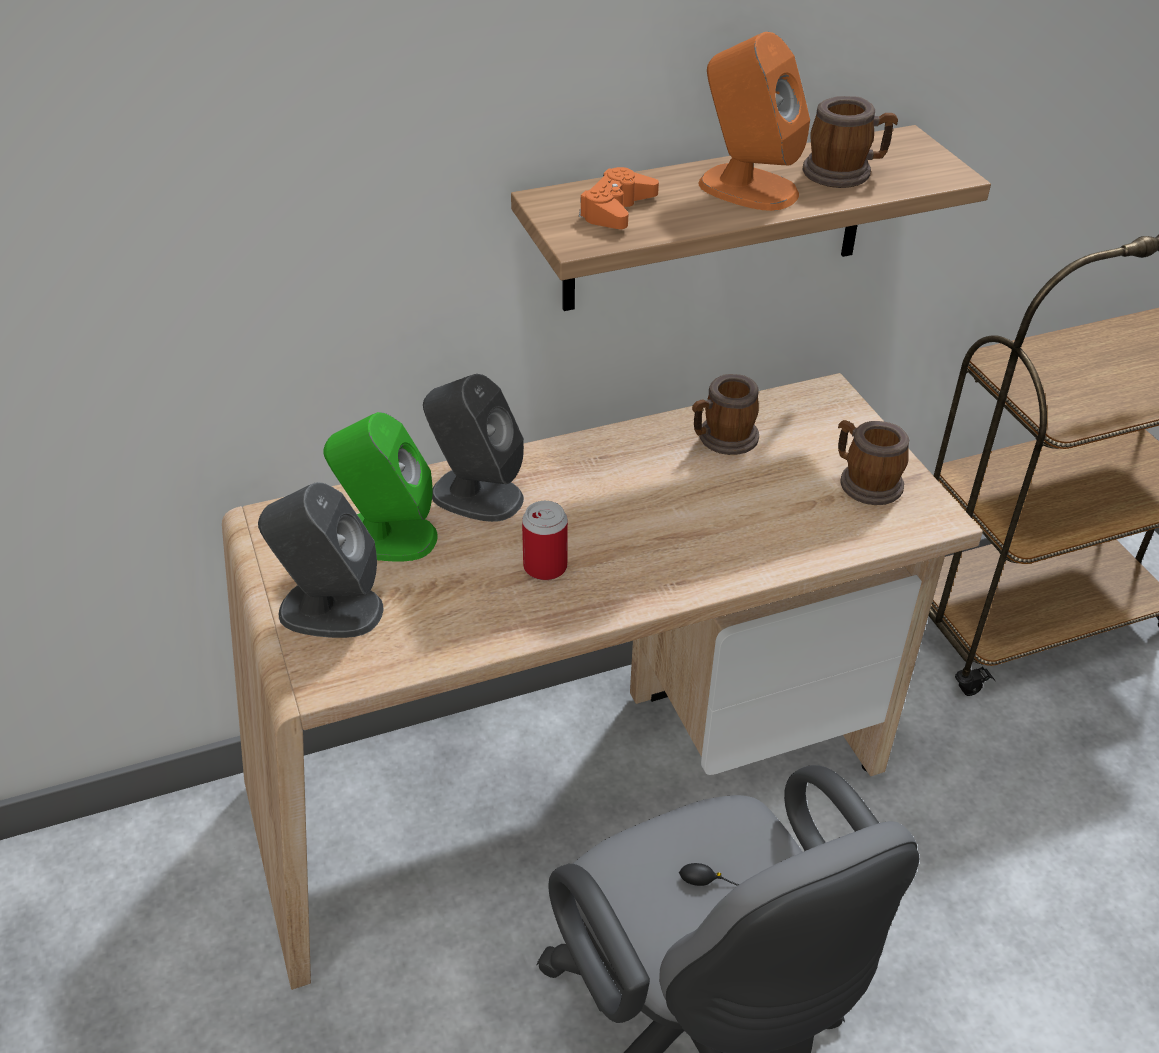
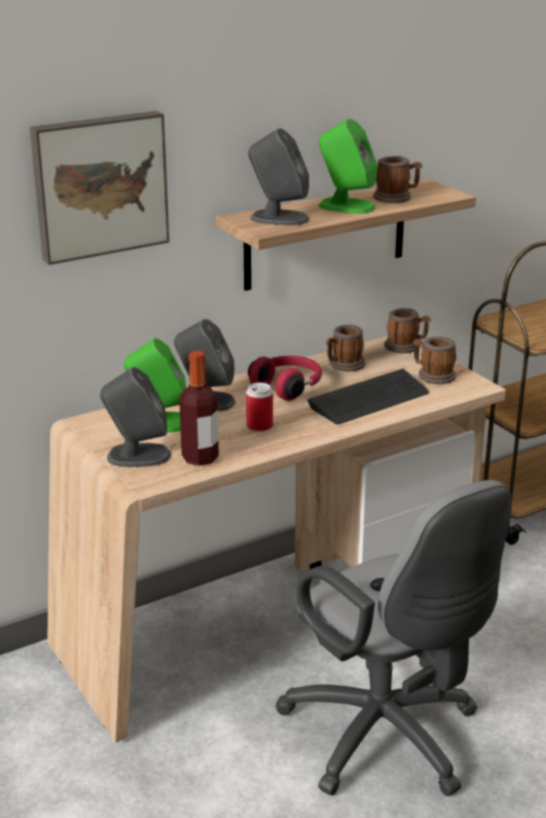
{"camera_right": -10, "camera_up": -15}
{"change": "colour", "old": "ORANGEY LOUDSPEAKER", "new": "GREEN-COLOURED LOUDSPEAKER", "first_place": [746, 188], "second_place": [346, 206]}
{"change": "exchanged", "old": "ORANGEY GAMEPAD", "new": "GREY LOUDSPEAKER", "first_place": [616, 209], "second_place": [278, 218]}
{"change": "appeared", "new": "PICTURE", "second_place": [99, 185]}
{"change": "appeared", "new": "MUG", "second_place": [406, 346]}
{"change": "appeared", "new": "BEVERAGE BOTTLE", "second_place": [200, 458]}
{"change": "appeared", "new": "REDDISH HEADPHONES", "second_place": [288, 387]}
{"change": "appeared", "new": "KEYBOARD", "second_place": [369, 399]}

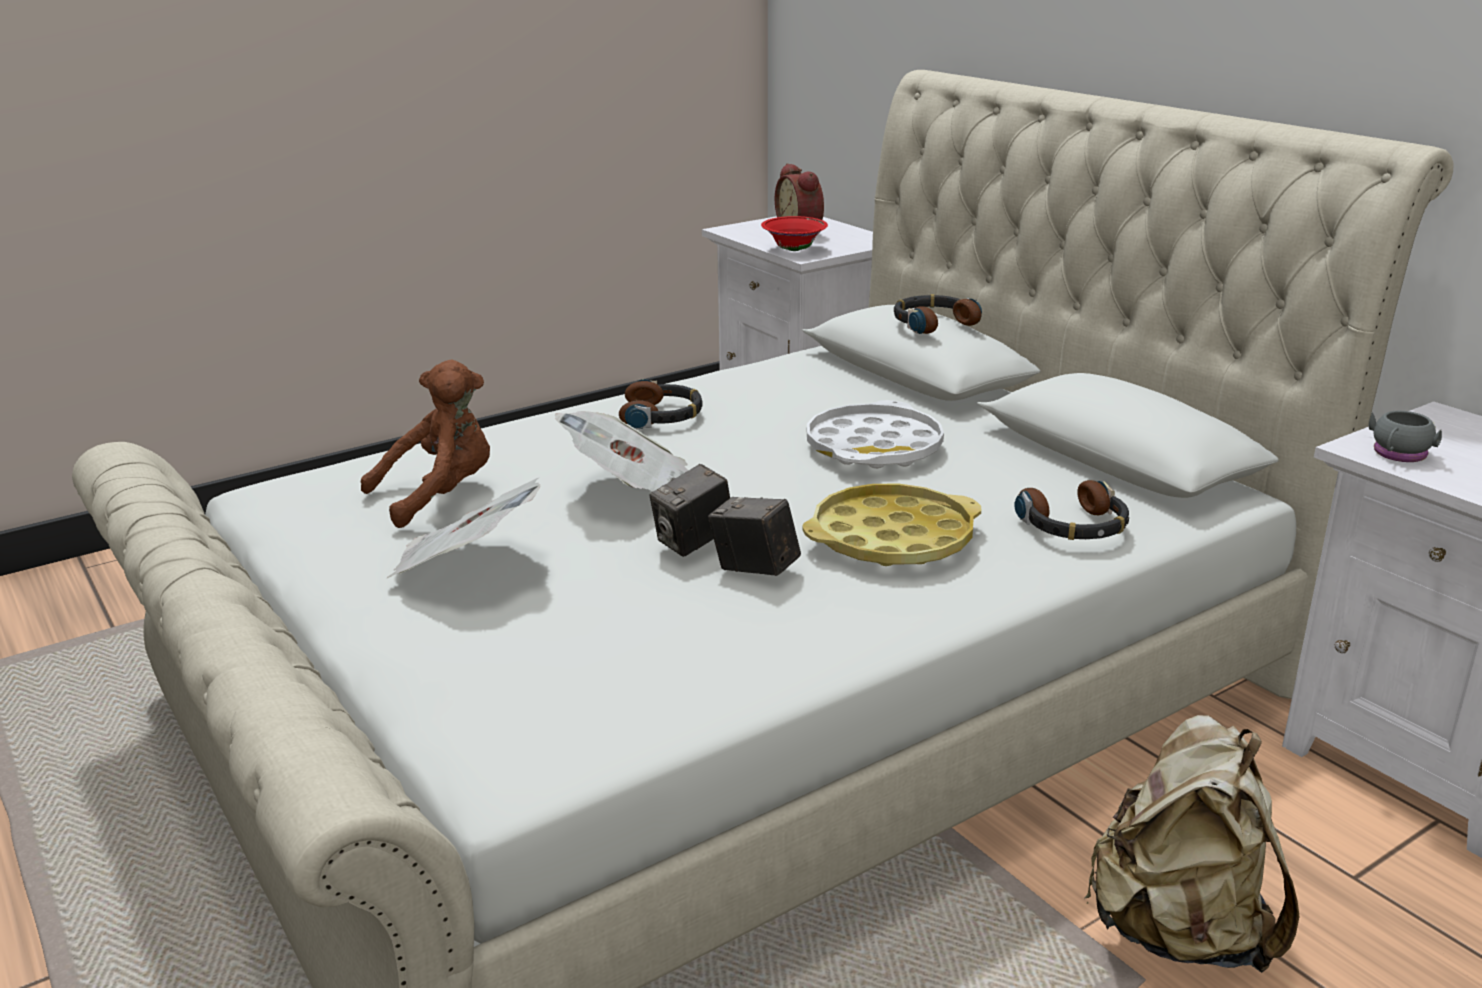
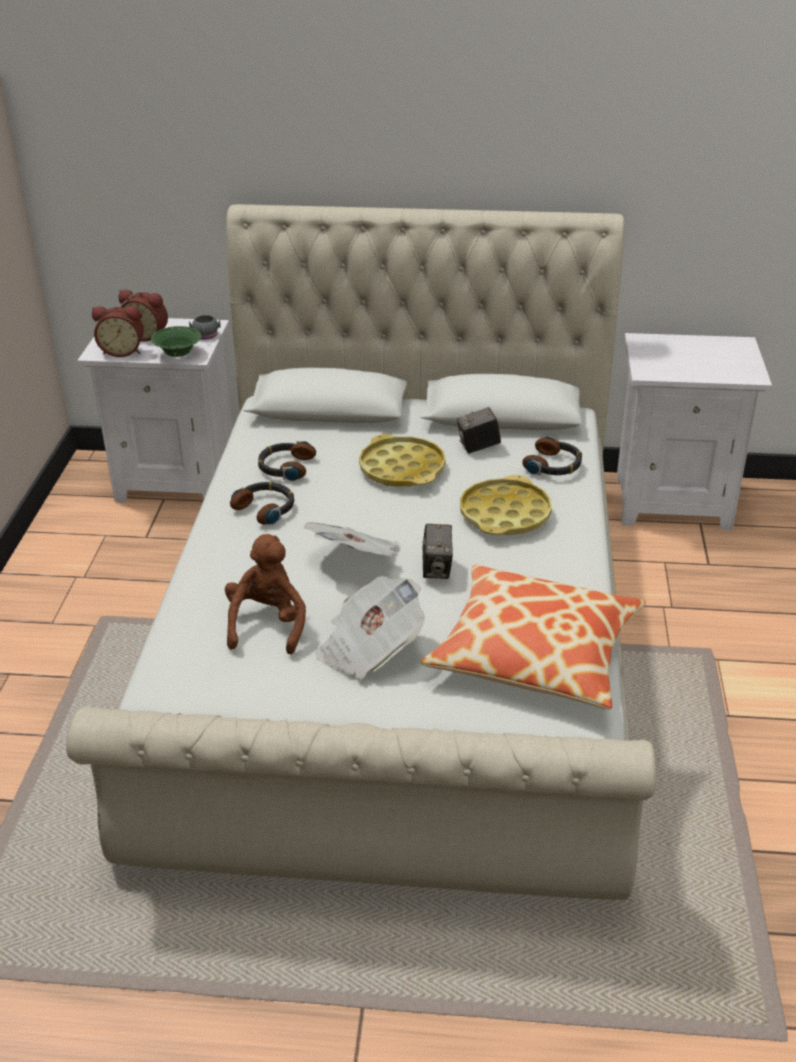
{"camera_right": -50, "camera_up": 10}
{"change": "colour", "old": "REDDISH SERVING BOWL", "new": "GREEN-COLOURED SERVING BOWL", "first_place": [794, 250], "second_place": [178, 354]}
{"change": "relocated", "old": "HEADPHONES", "first_place": [933, 323], "second_place": [285, 467]}
{"change": "colour", "old": "WHITISH CARRYING TRAY", "new": "YELLOWISH CARRYING TRAY", "first_place": [874, 448], "second_place": [402, 469]}
{"change": "relocated", "old": "GREY MUG", "first_place": [1397, 455], "second_place": [206, 336]}
{"change": "relocated", "old": "PHOTO CAMERA", "first_place": [754, 569], "second_place": [478, 447]}
{"change": "missing", "old": "BEIGE-COLOURED BACKPACK", "first_place": [1179, 930]}
{"change": "appeared", "new": "TABLE CLOCK", "second_place": [122, 351]}
{"change": "appeared", "new": "CUSHION", "second_place": [535, 652]}

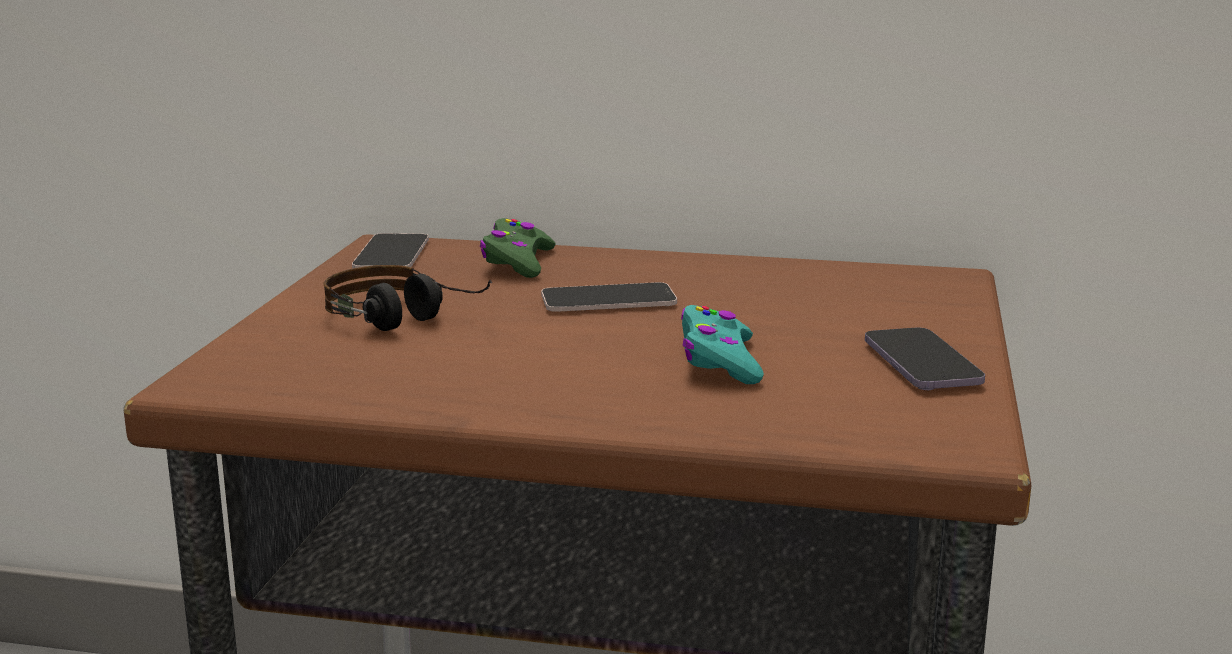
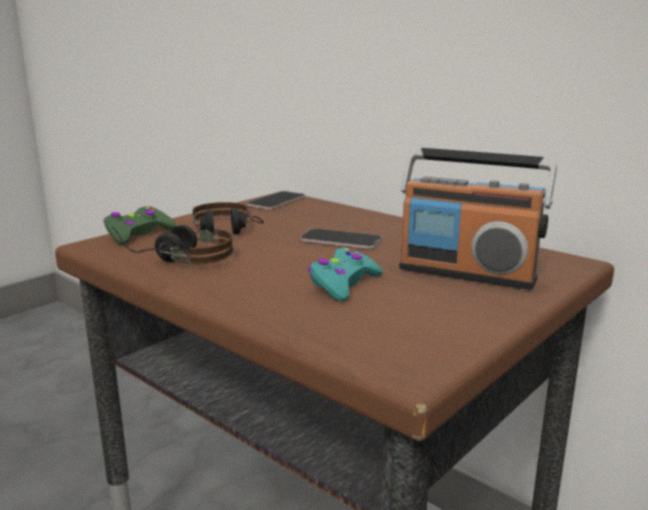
{"camera_right": 30, "camera_up": 0}
{"change": "relocated", "old": "GREEN-COLOURED GAMEPAD", "first_place": [517, 262], "second_place": [138, 234]}
{"change": "missing", "old": "PHONE", "first_place": [921, 364]}
{"change": "appeared", "new": "RADIO RECEIVER", "second_place": [467, 273]}
{"change": "appeared", "new": "HEADPHONES", "second_place": [176, 258]}

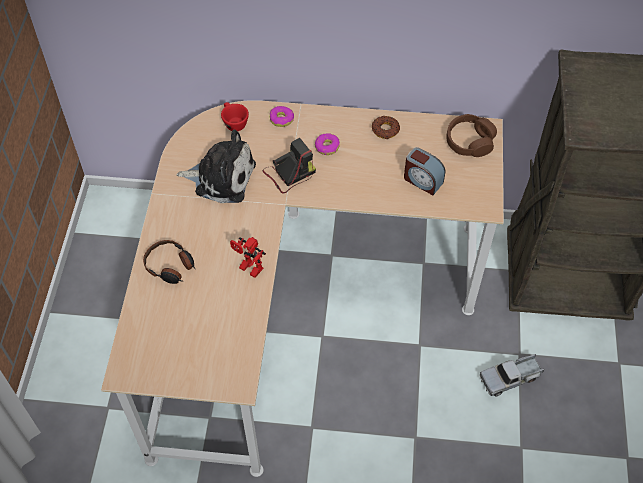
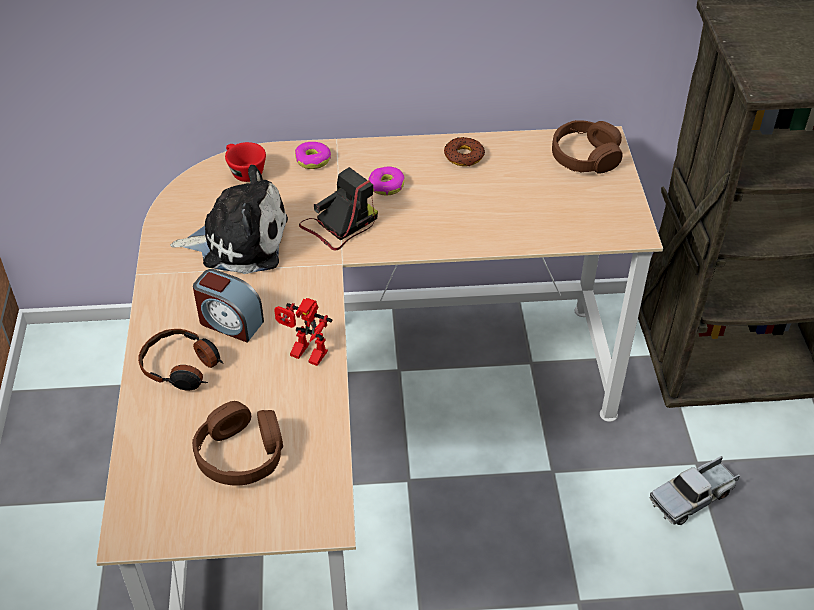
{"camera_right": -10, "camera_up": -10}
{"change": "relocated", "old": "TABLE CLOCK", "first_place": [422, 180], "second_place": [230, 322]}
{"change": "appeared", "new": "BROWN HEADPHONES", "second_place": [241, 454]}

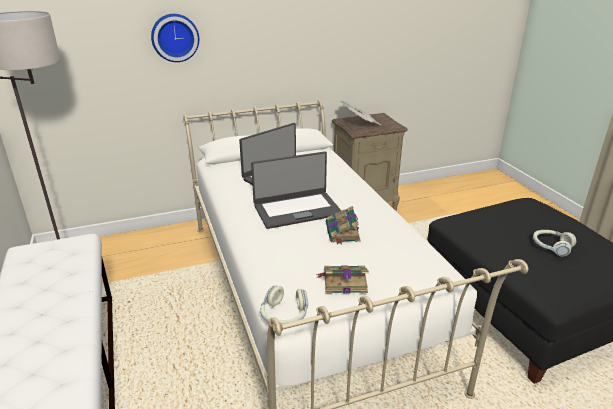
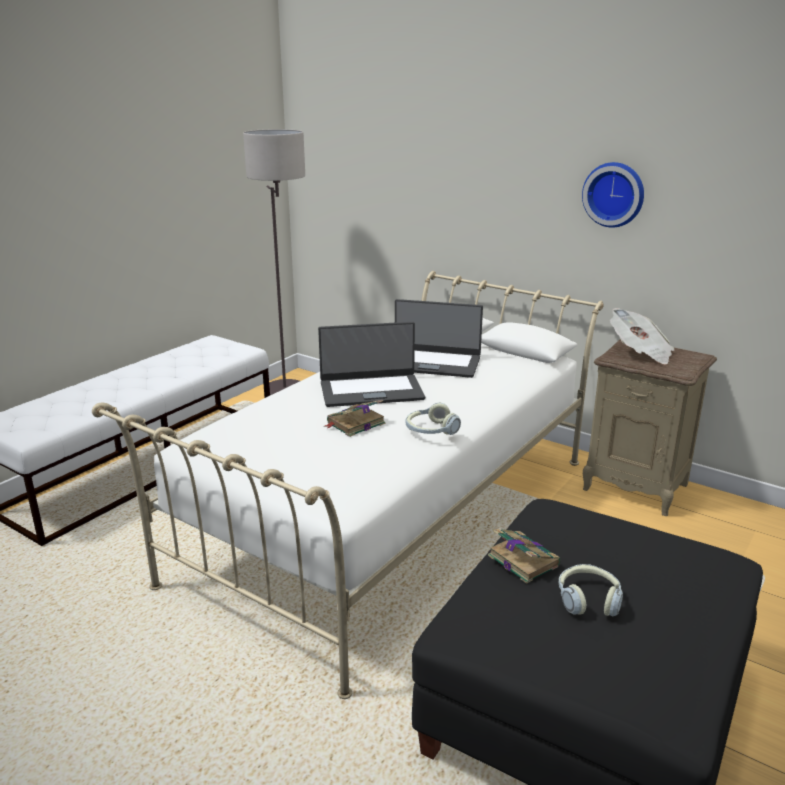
{"camera_right": 55, "camera_up": -5}
{"change": "relocated", "old": "WALL CLOCK", "first_place": [175, 37], "second_place": [614, 194]}
{"change": "spun", "old": "PORTABLE COMPUTER", "first_place": [297, 209], "second_place": [371, 390], "degrees": -45}
{"change": "relocated", "old": "VOLUME", "first_place": [343, 282], "second_place": [522, 560]}
{"change": "relocated", "old": "HEADPHONES", "first_place": [284, 315], "second_place": [431, 431]}

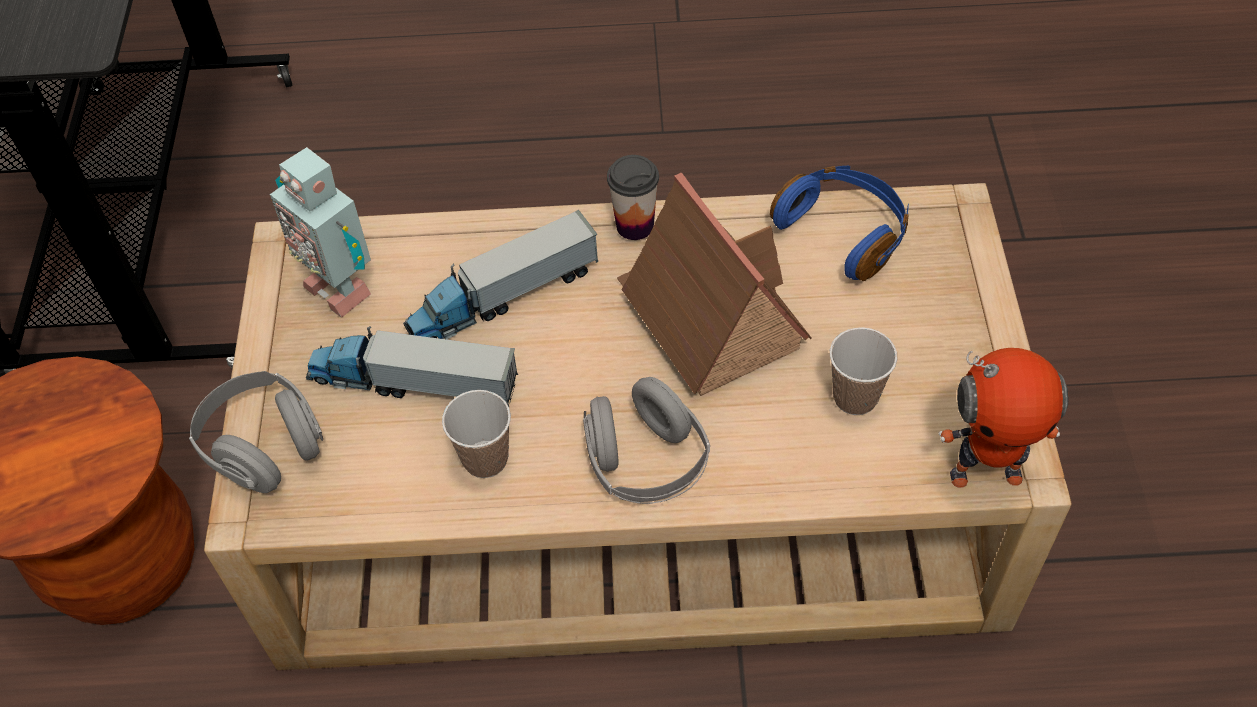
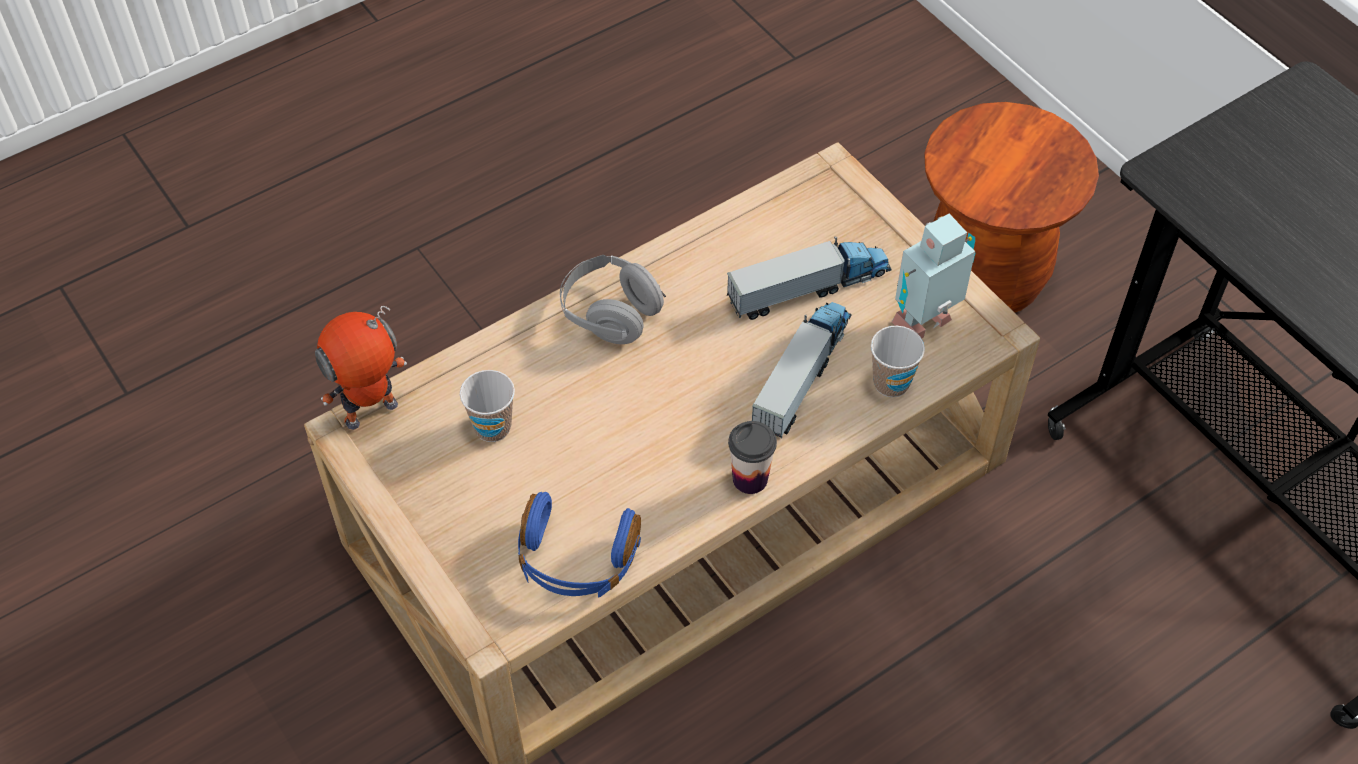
{"camera_right": 145, "camera_up": 0}
{"change": "spun", "old": "MODEL ROBOT", "first_place": [340, 286], "second_place": [926, 324], "degrees": -45}
{"change": "missing", "old": "MINIATURE HOUSE", "first_place": [708, 316]}
{"change": "missing", "old": "GREY HEADPHONES", "first_place": [264, 447]}
{"change": "relocated", "old": "CUP", "first_place": [485, 459], "second_place": [891, 383]}

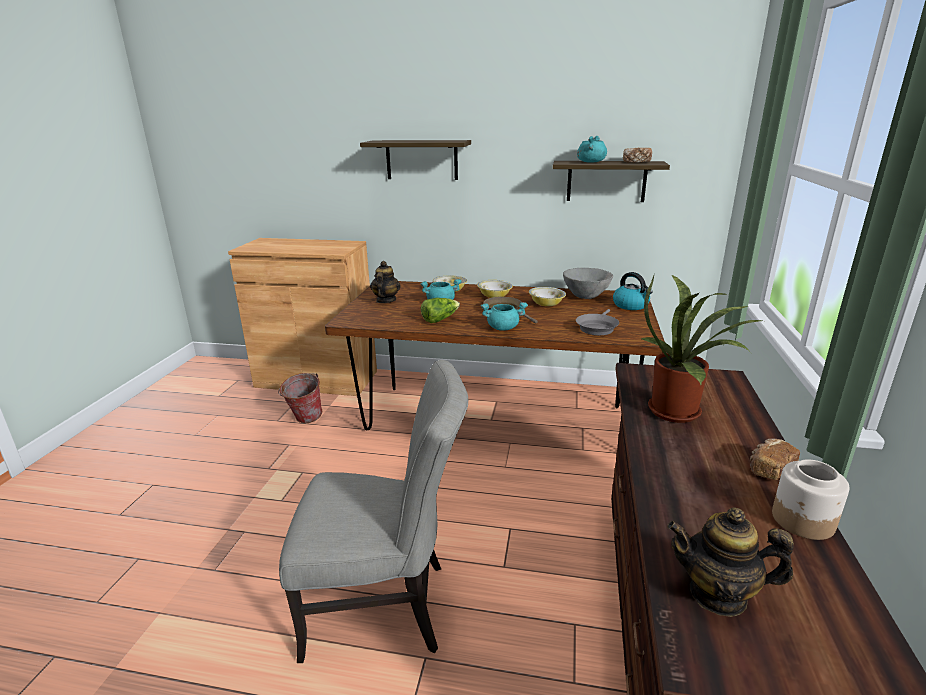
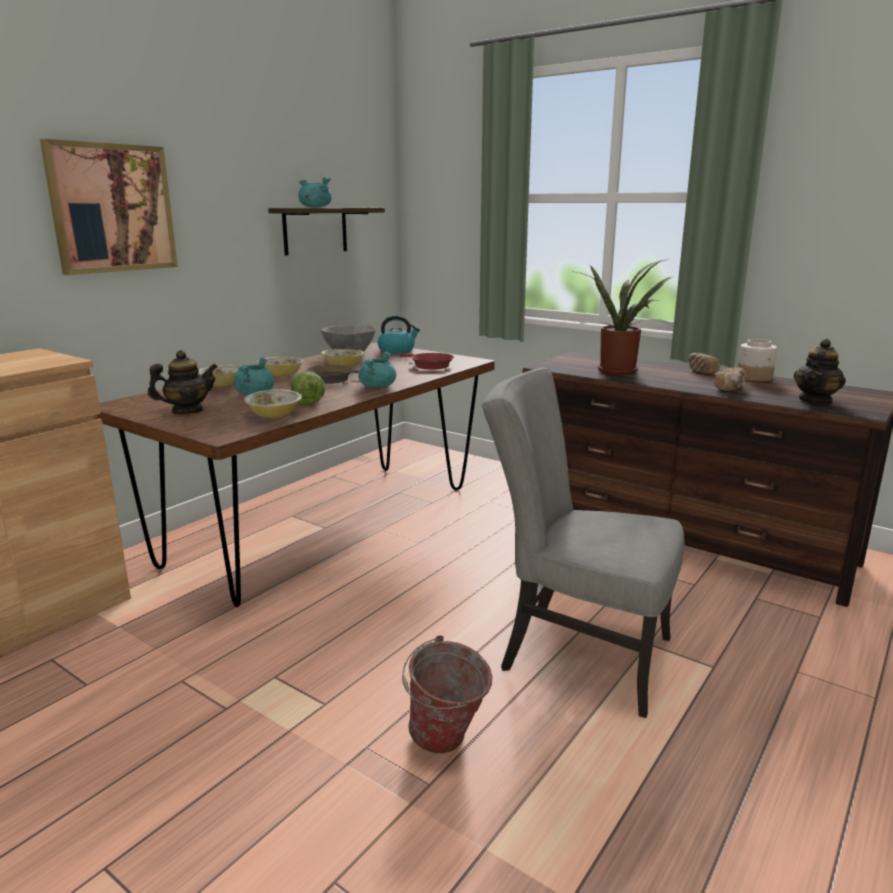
{"camera_right": -65, "camera_up": -5}
{"change": "exchanged", "old": "SHELF", "new": "PICTURE", "first_place": [421, 160], "second_place": [112, 208]}
{"change": "relocated", "old": "BREAD", "first_place": [636, 162], "second_place": [730, 388]}
{"change": "spun", "old": "TEA POT", "first_place": [385, 300], "second_place": [187, 411], "degrees": 120}
{"change": "colour", "old": "GREY PAN", "new": "REDDISH PAN", "first_place": [597, 328], "second_place": [429, 365]}
{"change": "spun", "old": "GREY CHAIR", "first_place": [386, 606], "second_place": [575, 652], "degrees": -90}
{"change": "relocated", "old": "PAIL", "first_place": [304, 420], "second_place": [446, 743]}
{"change": "appeared", "new": "SERVING BOWL", "second_place": [274, 415]}

